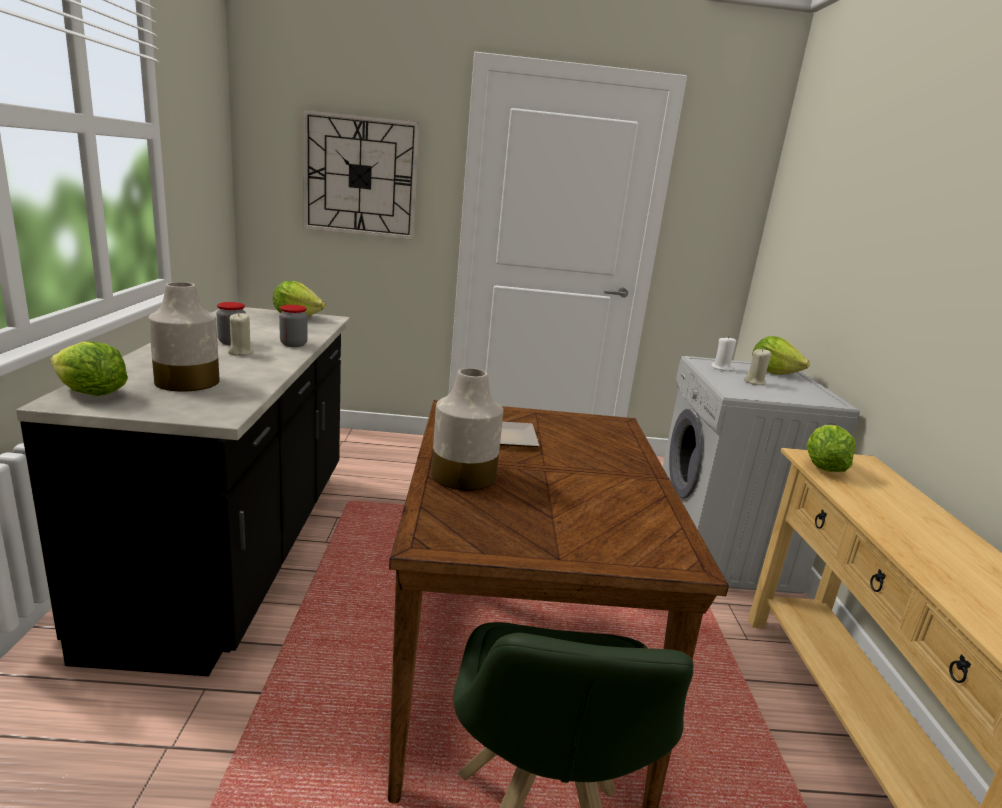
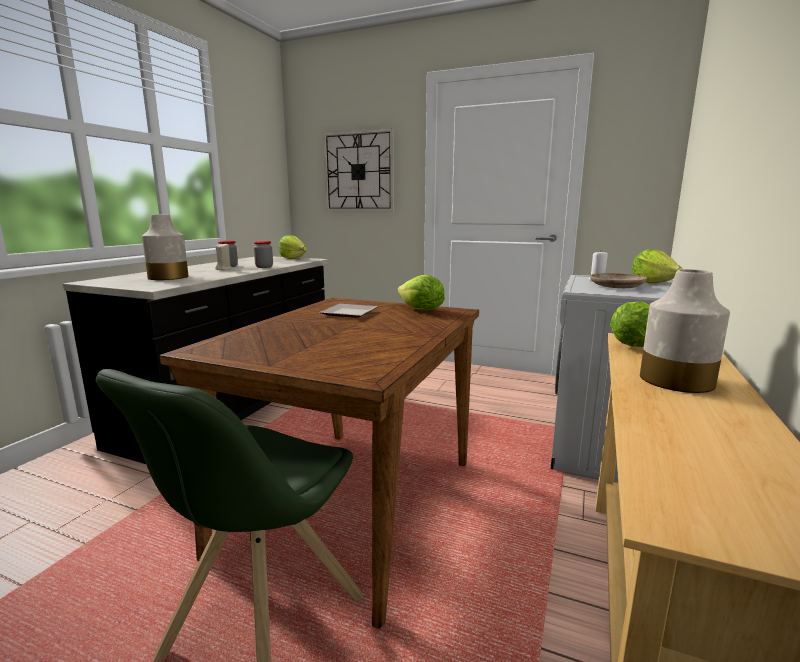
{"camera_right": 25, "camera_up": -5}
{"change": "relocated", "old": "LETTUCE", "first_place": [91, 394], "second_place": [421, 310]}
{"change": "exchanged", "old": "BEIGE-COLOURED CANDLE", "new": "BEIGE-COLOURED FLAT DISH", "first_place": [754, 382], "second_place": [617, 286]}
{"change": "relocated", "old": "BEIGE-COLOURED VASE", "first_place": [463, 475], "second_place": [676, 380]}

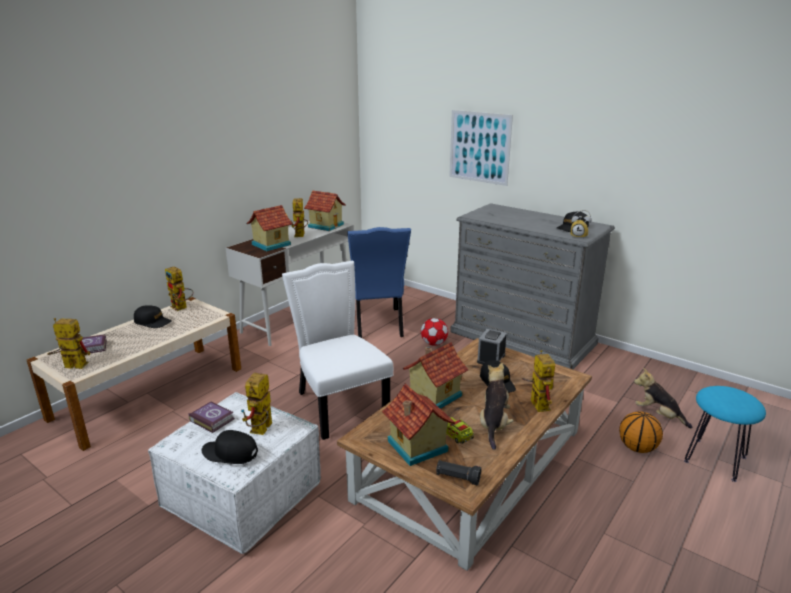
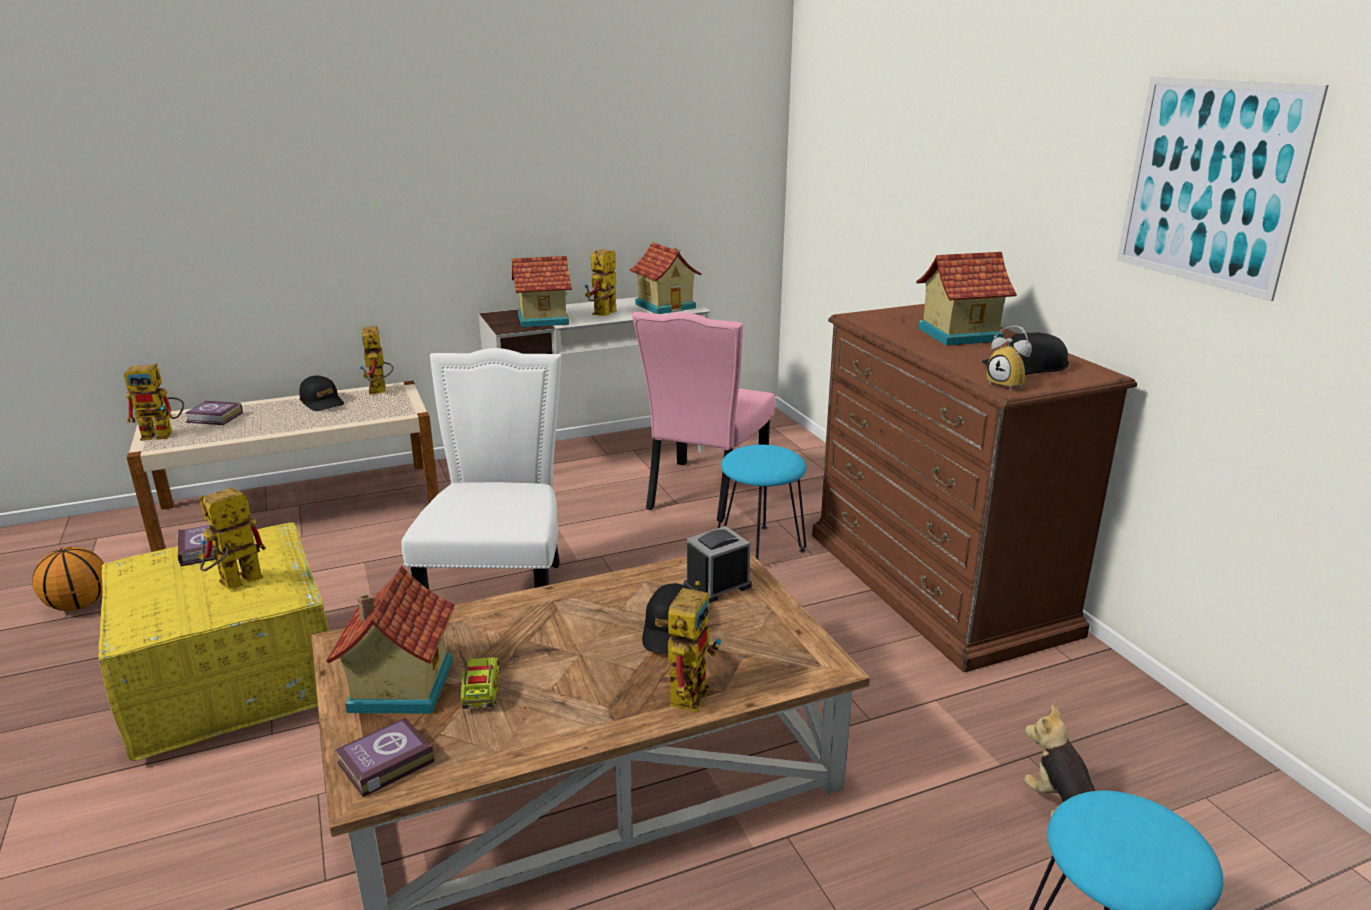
{"camera_right": 30, "camera_up": 0}
{"change": "relocated", "old": "PICTURE", "first_place": [479, 147], "second_place": [1210, 183]}
{"change": "colour", "old": "GREY DRESSER", "new": "BROWN DRESSER", "first_place": [523, 338], "second_place": [938, 583]}
{"change": "colour", "old": "BLUE-COLOURED CHAIR", "new": "PINK-COLOURED CHAIR", "first_place": [376, 323], "second_place": [705, 490]}
{"change": "spun", "old": "MODEL ROBOT", "first_place": [70, 366], "second_place": [164, 434], "degrees": 135}
{"change": "exchanged", "old": "BALL FOR FOOTBALL", "new": "BLUE-GREEN STOOL SEAT", "first_place": [434, 343], "second_place": [760, 547]}
{"change": "relocated", "old": "MINIATURE HOUSE", "first_place": [433, 395], "second_place": [957, 334]}
{"change": "missing", "old": "CUDDLY TOY", "first_place": [494, 425]}
{"change": "colour", "old": "WHITISH OTTOMAN", "new": "YELLOWISH OTTOMAN", "first_place": [243, 498], "second_place": [232, 686]}
{"change": "relocated", "old": "BASKETBALL", "first_place": [638, 448], "second_place": [78, 605]}
{"change": "missing", "old": "BLACKISH CAP", "first_place": [230, 453]}
{"change": "exchanged", "old": "BLACKISH HAND TORCH", "new": "VOLUME", "first_place": [457, 478], "second_place": [383, 762]}

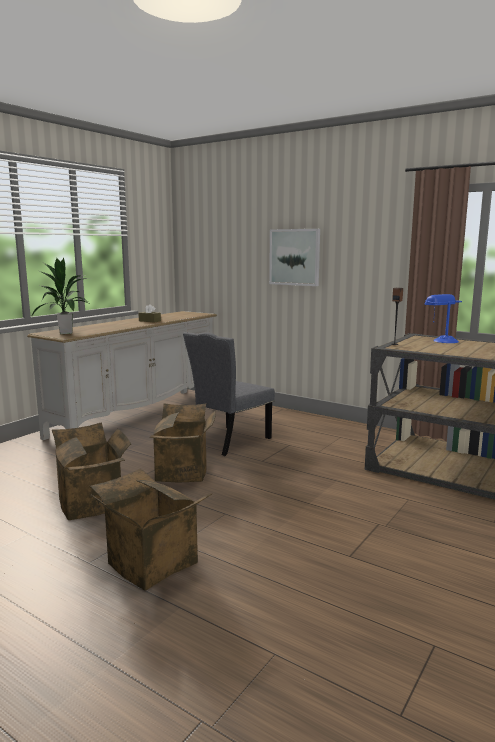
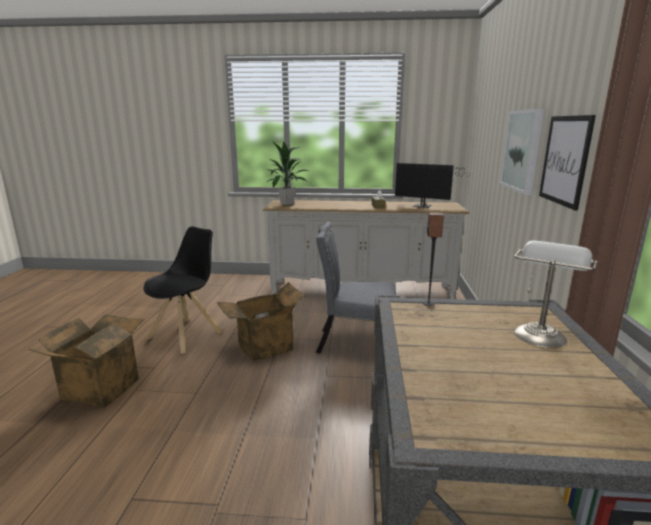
{"camera_right": 60, "camera_up": 5}
{"change": "colour", "old": "BLUE-COLOURED LAMP FOR A TABLE", "new": "WHITISH LAMP FOR A TABLE", "first_place": [441, 340], "second_place": [540, 331]}
{"change": "exchanged", "old": "CARDBOARD BOX", "new": "BLACKISH CHAIR", "first_place": [94, 503], "second_place": [187, 335]}
{"change": "appeared", "new": "PICTURE", "second_place": [565, 160]}
{"change": "appeared", "new": "COMPUTER DISPLAY", "second_place": [424, 206]}

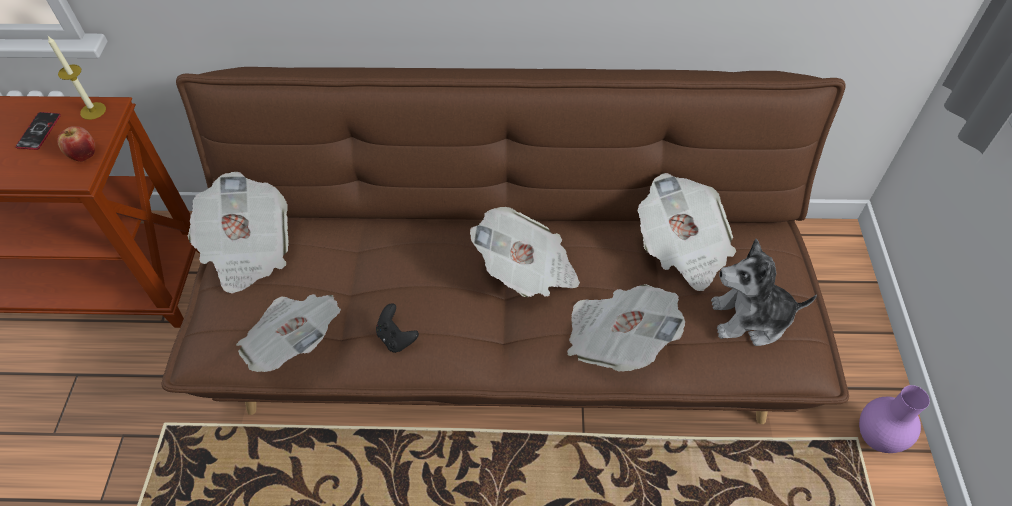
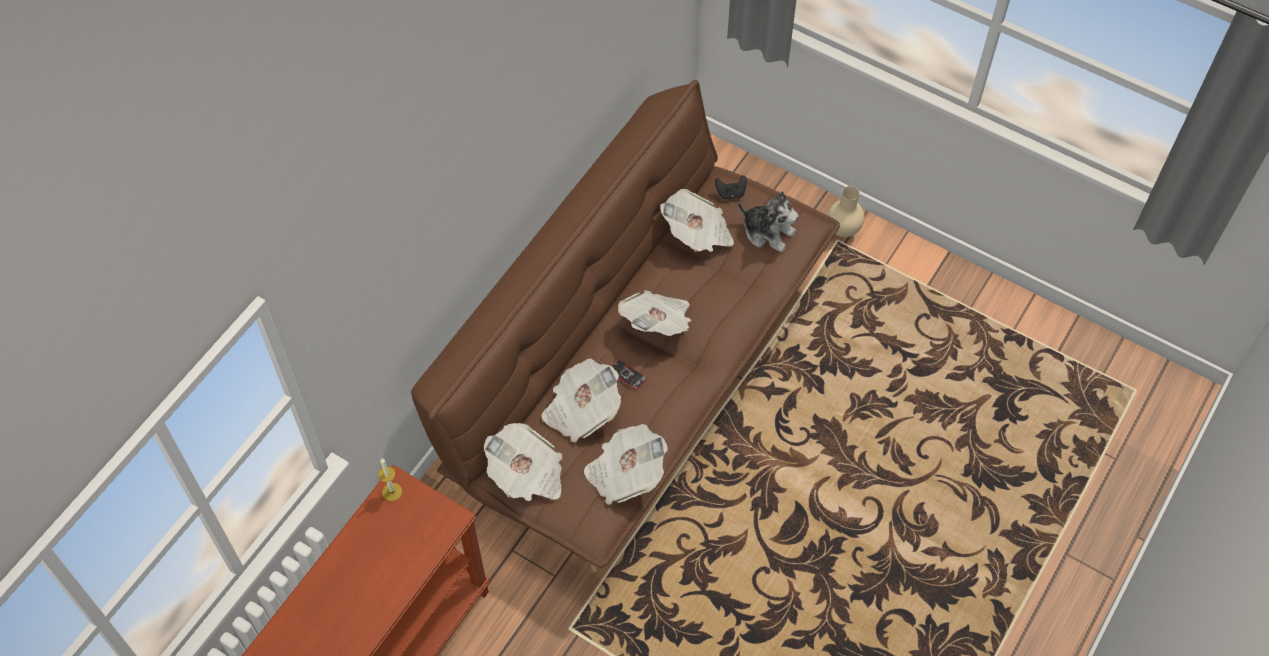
{"camera_right": -60, "camera_up": 5}
{"change": "relocated", "old": "PHONE", "first_place": [39, 131], "second_place": [627, 375]}
{"change": "missing", "old": "APPLE", "first_place": [85, 155]}
{"change": "spun", "old": "CUDDLY TOY", "first_place": [750, 318], "second_place": [768, 232], "degrees": -90}
{"change": "relocated", "old": "DAILY PAPER", "first_place": [617, 339], "second_place": [581, 410]}
{"change": "relocated", "old": "BLACKISH GAMEPAD", "first_place": [396, 338], "second_place": [730, 193]}
{"change": "colour", "old": "PURPLISH VASE", "new": "BEIGE-COLOURED VASE", "first_place": [877, 439], "second_place": [844, 230]}

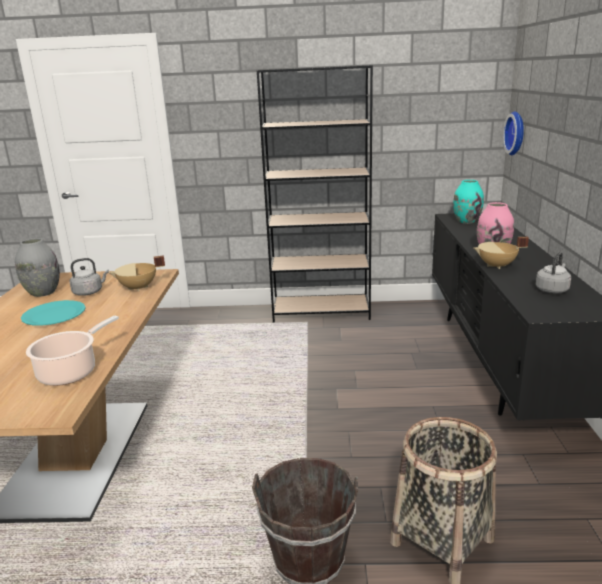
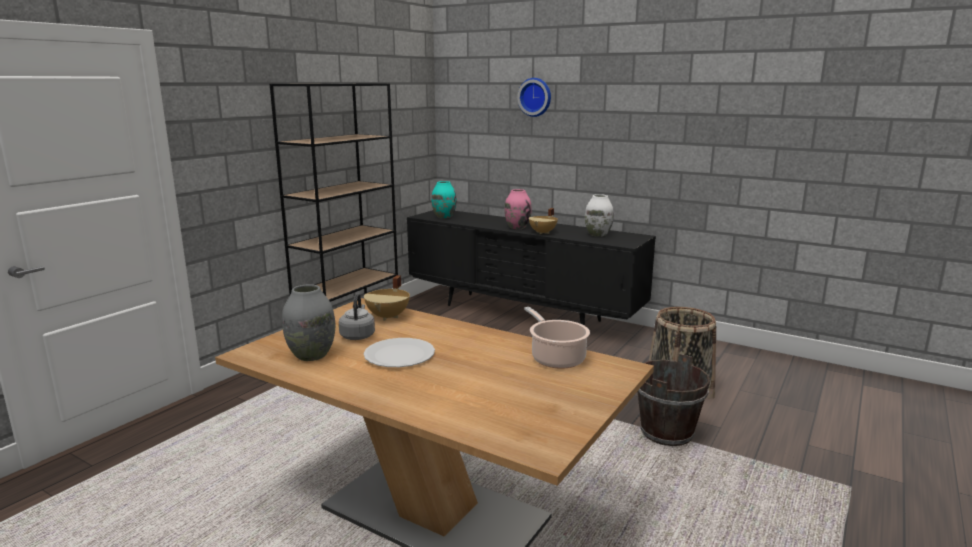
{"camera_right": -60, "camera_up": -5}
{"change": "relocated", "old": "WALL CLOCK", "first_place": [517, 133], "second_place": [535, 97]}
{"change": "exchanged", "old": "GREY TEA KETTLE", "new": "WHITISH VASE", "first_place": [552, 289], "second_place": [597, 234]}
{"change": "colour", "old": "BLUE-GREEN FLAT DISH", "new": "WHITISH FLAT DISH", "first_place": [54, 315], "second_place": [399, 355]}

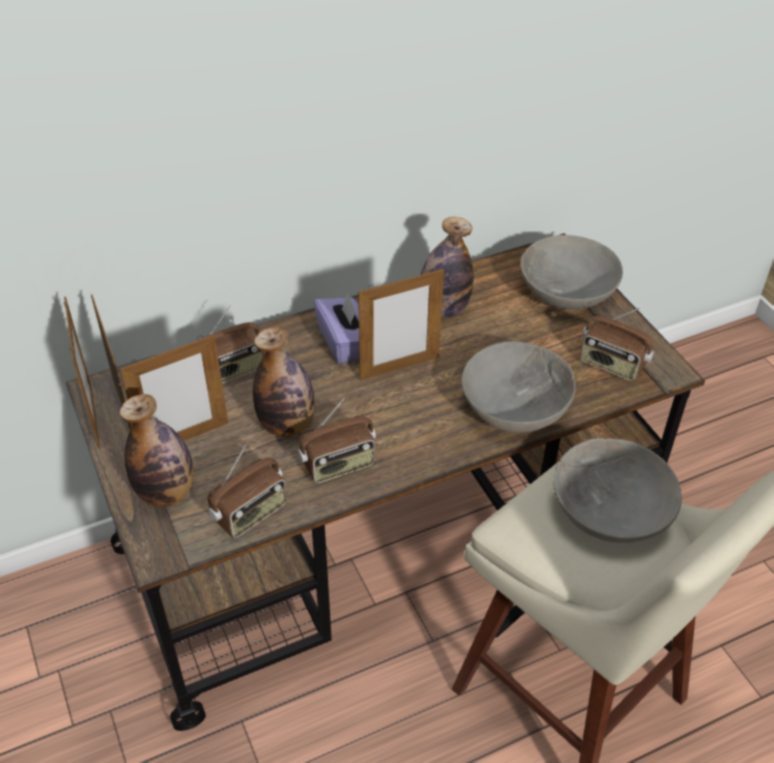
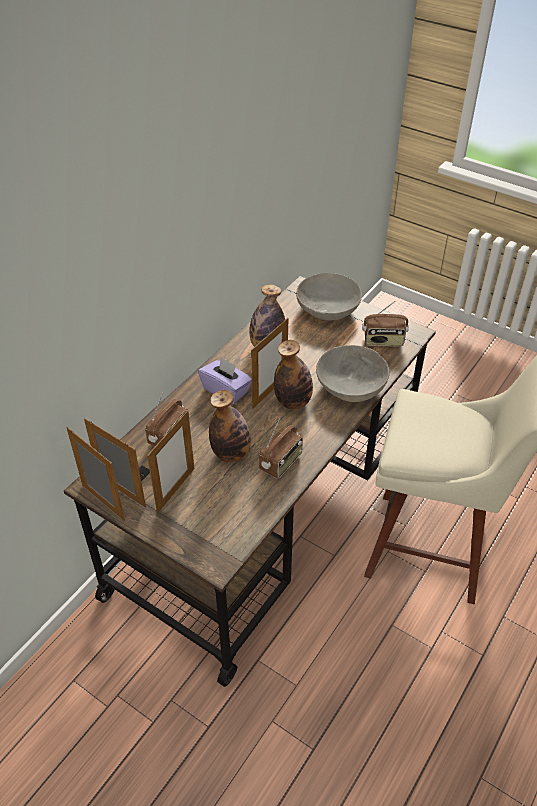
{"camera_right": -30, "camera_up": 0}
{"change": "relocated", "old": "BEVERAGE BOTTLE", "first_place": [166, 492], "second_place": [293, 402]}
{"change": "missing", "old": "GREY SERVING BOWL", "first_place": [609, 510]}
{"change": "missing", "old": "RADIO RECEIVER", "first_place": [250, 514]}

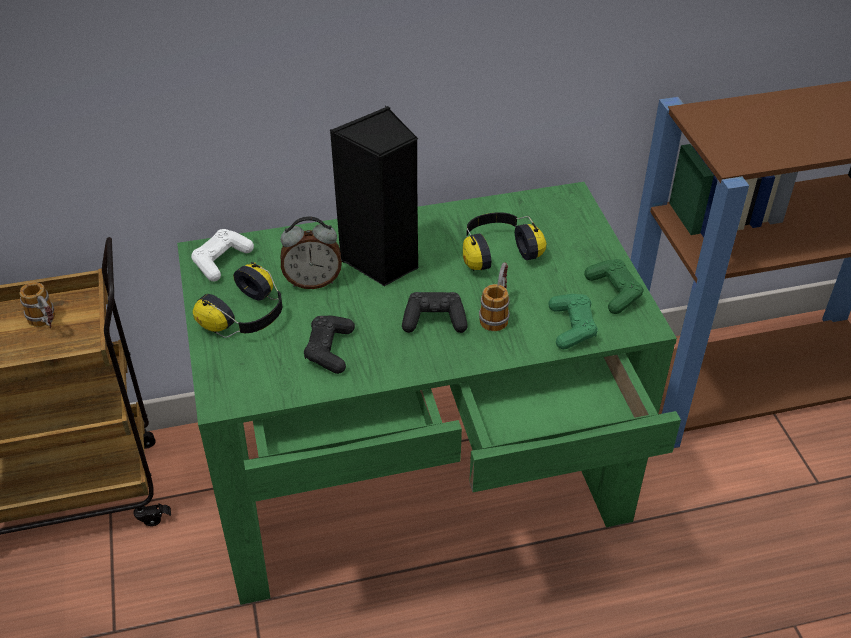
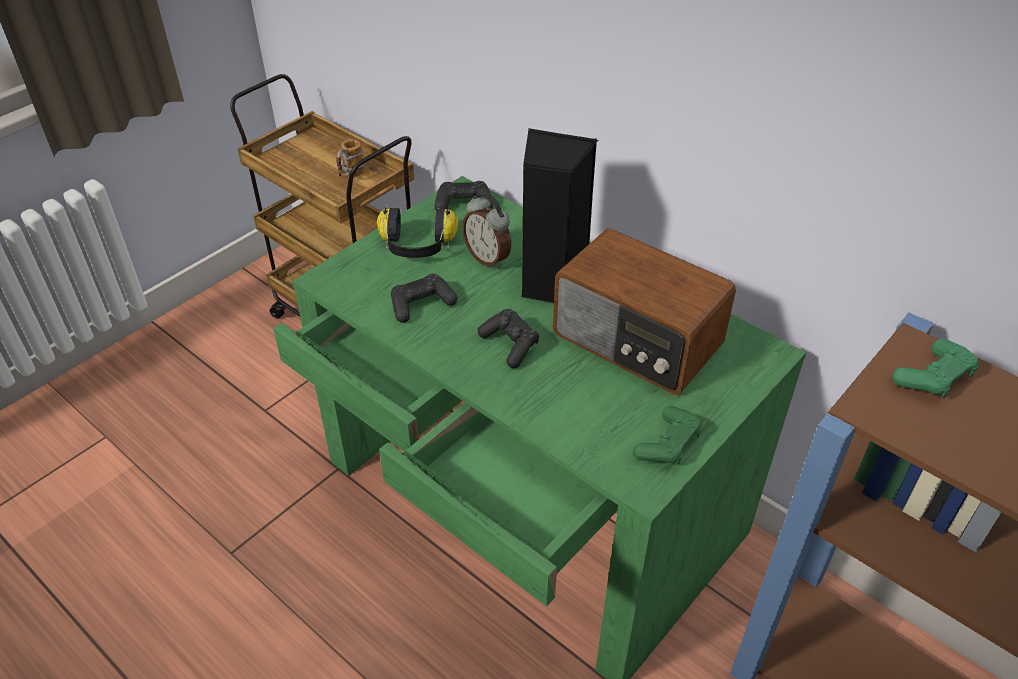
{"camera_right": 55, "camera_up": 0}
{"change": "exchanged", "old": "HEADPHONES", "new": "RADIO RECEIVER", "first_place": [497, 252], "second_place": [636, 341]}
{"change": "colour", "old": "WHITISH GAMEPAD", "new": "BLACKISH GAMEPAD", "first_place": [221, 261], "second_place": [464, 204]}
{"change": "missing", "old": "MUG", "first_place": [496, 312]}
{"change": "relocated", "old": "GREEN-COLOURED GAMEPAD", "first_place": [572, 327], "second_place": [933, 377]}

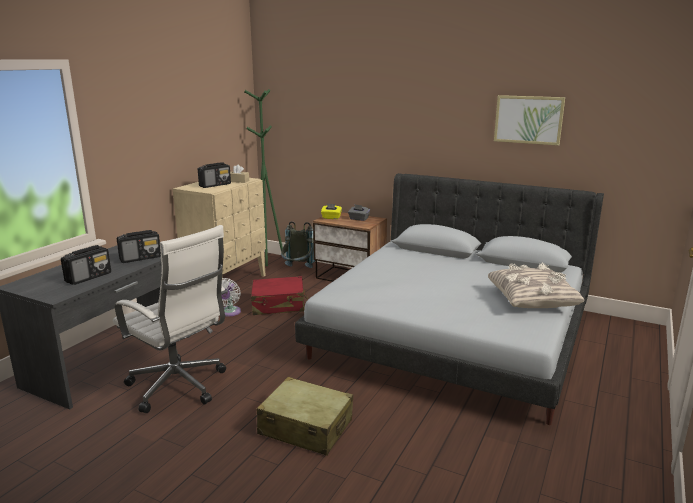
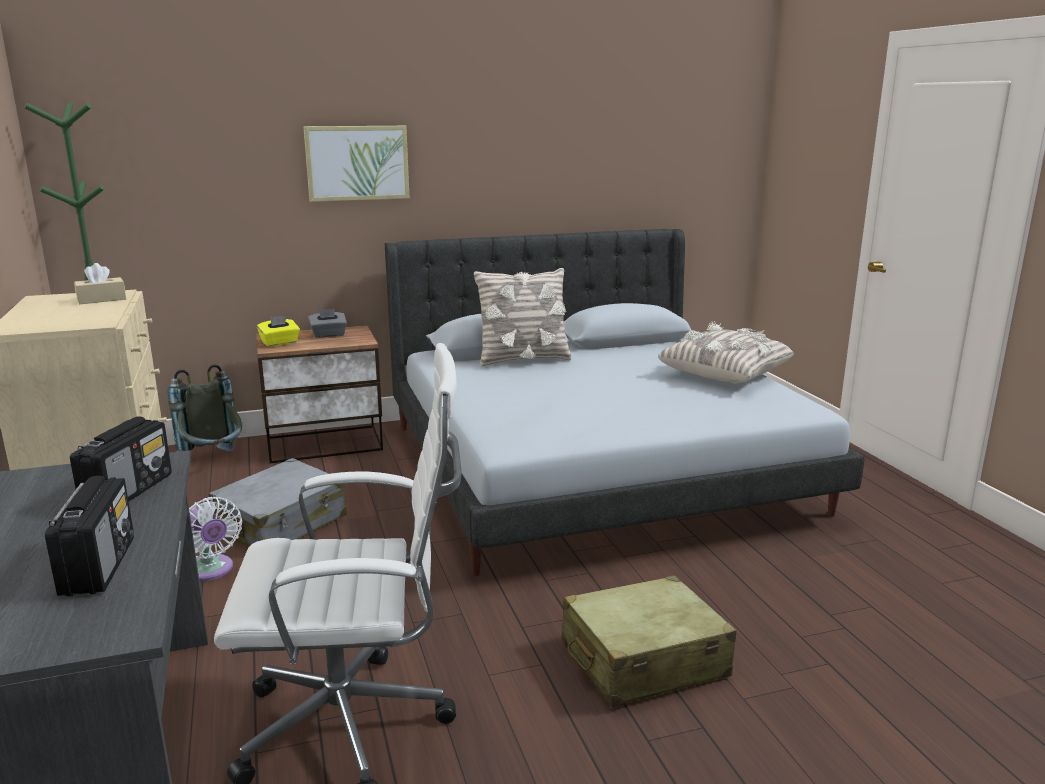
{"camera_right": -45, "camera_up": 0}
{"change": "relocated", "old": "PICTURE", "first_place": [528, 119], "second_place": [357, 163]}
{"change": "missing", "old": "RADIO RECEIVER", "first_place": [215, 185]}
{"change": "colour", "old": "REDDISH PIECE OF LUGGAGE", "new": "GREY PIECE OF LUGGAGE", "first_place": [279, 305], "second_place": [282, 523]}
{"change": "appeared", "new": "BEIGE-COLOURED CUSHION", "second_place": [523, 360]}

